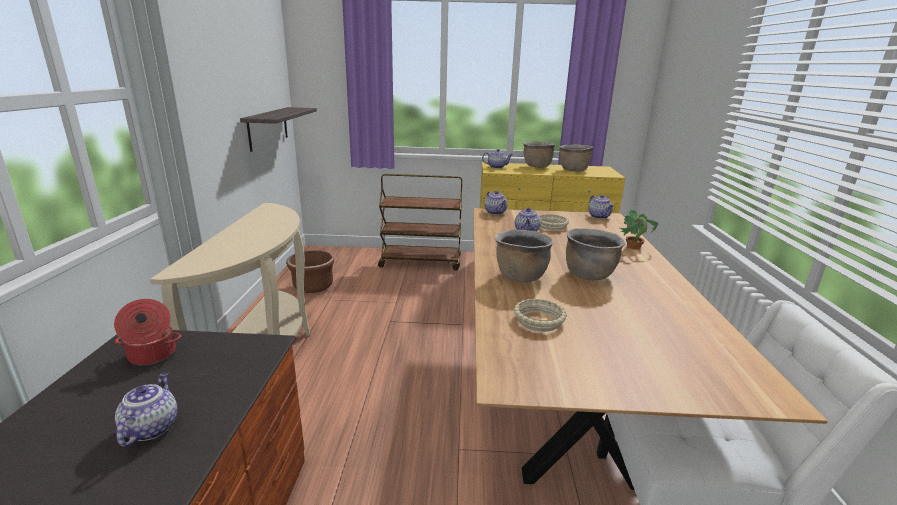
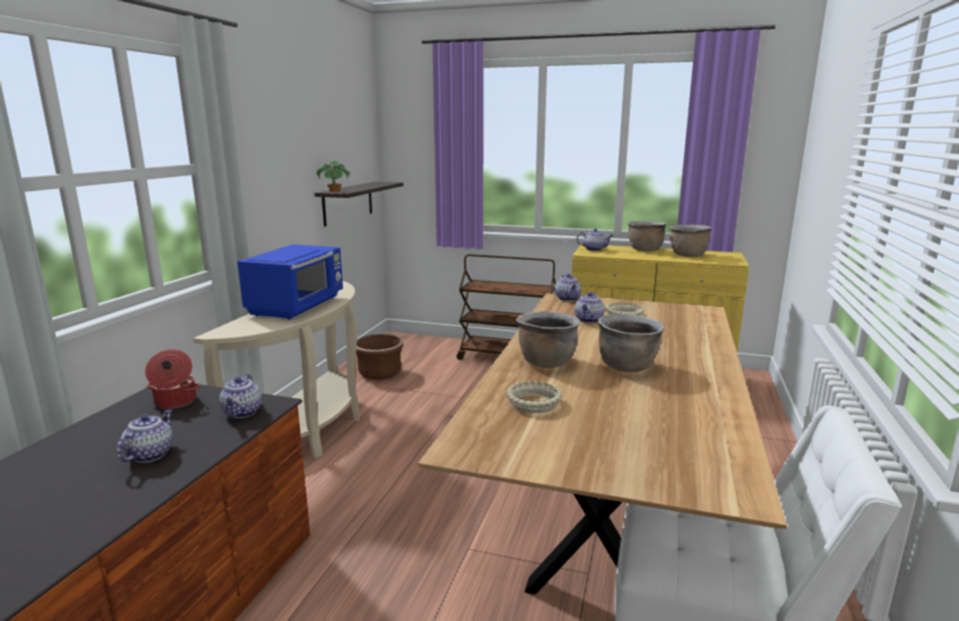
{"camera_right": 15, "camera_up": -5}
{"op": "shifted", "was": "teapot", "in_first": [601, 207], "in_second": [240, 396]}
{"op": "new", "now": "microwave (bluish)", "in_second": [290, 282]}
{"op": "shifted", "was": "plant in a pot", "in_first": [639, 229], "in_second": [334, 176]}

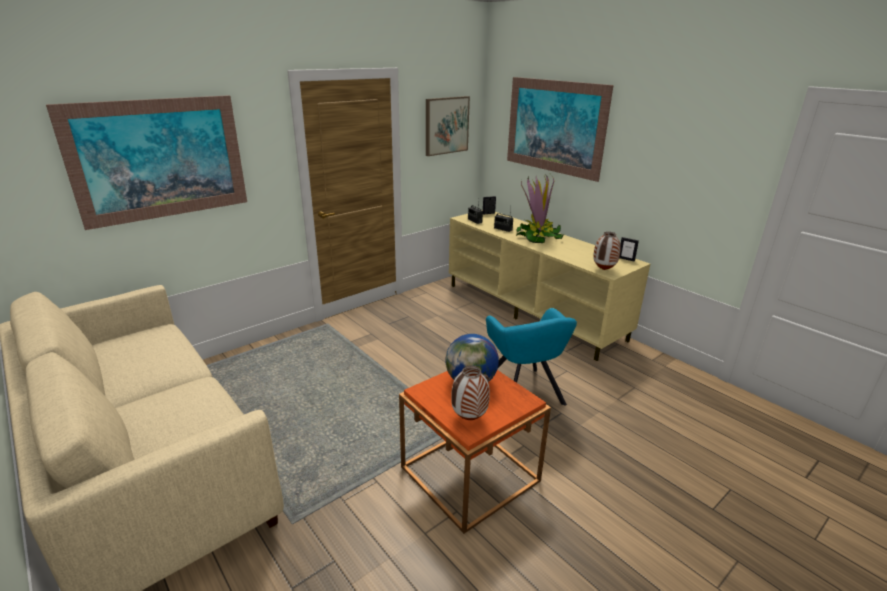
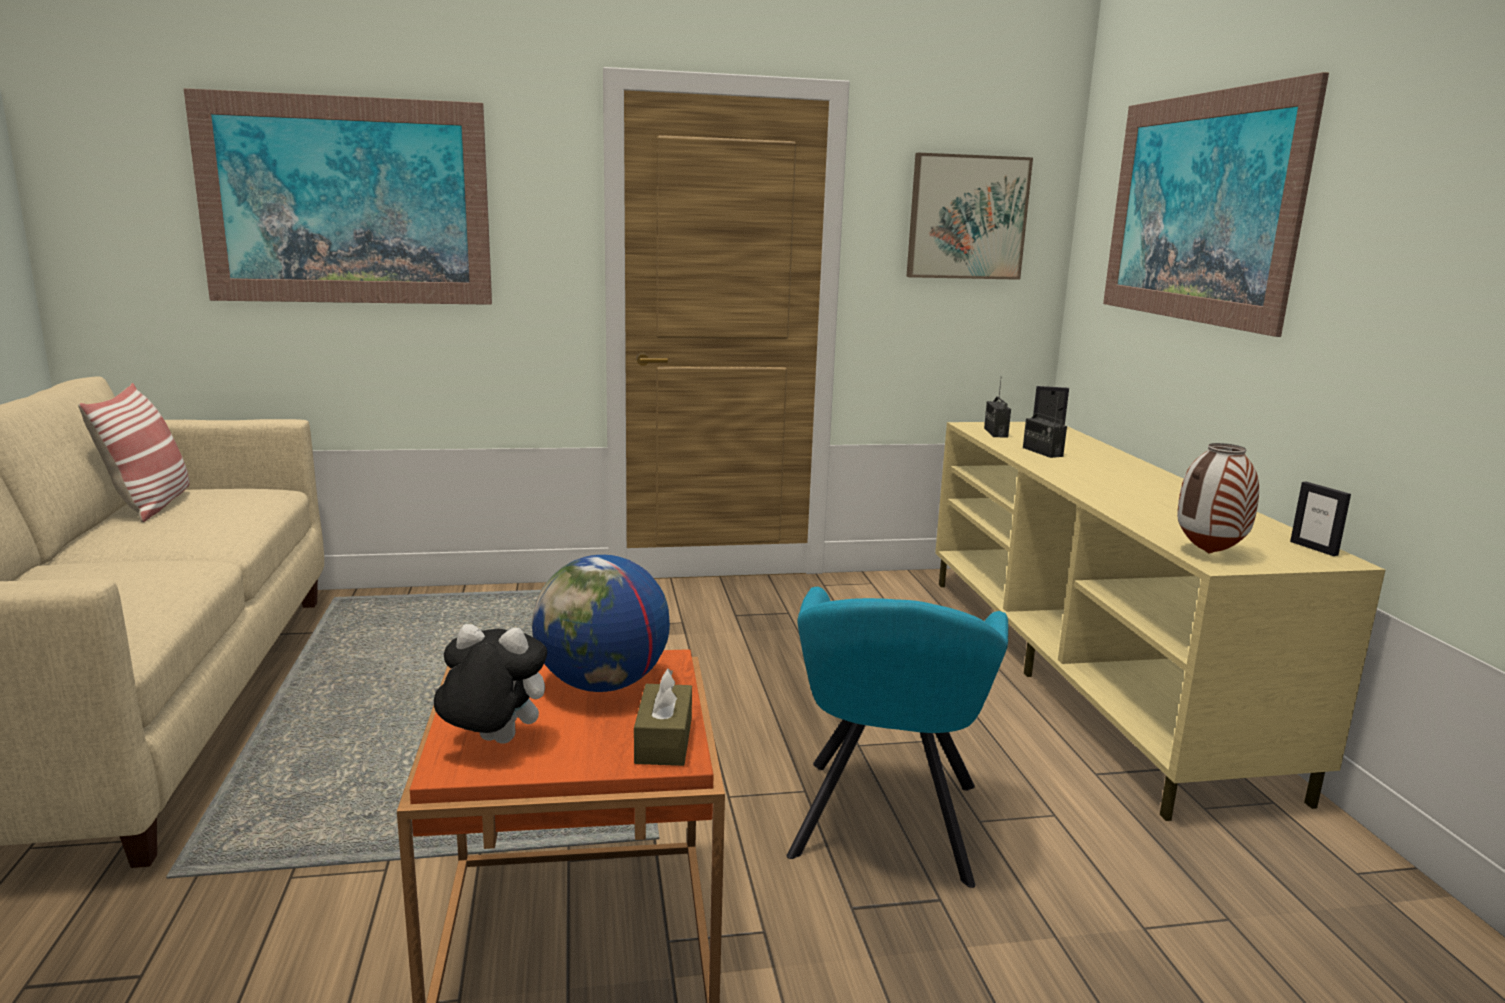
{"camera_right": 30, "camera_up": -10}
{"op": "new", "now": "pillow", "in_second": [133, 452]}
{"op": "swapped", "was": "flower vase", "now": "plush toy", "in_first": [470, 392], "in_second": [490, 684]}
{"op": "new", "now": "tissue box (brownish)", "in_second": [663, 717]}
{"op": "gone", "was": "plant in a pot", "in_first": [540, 208]}

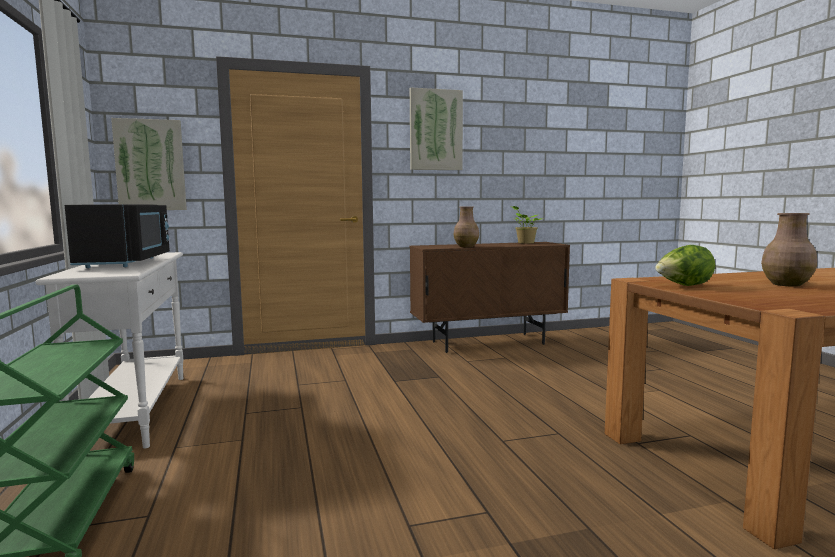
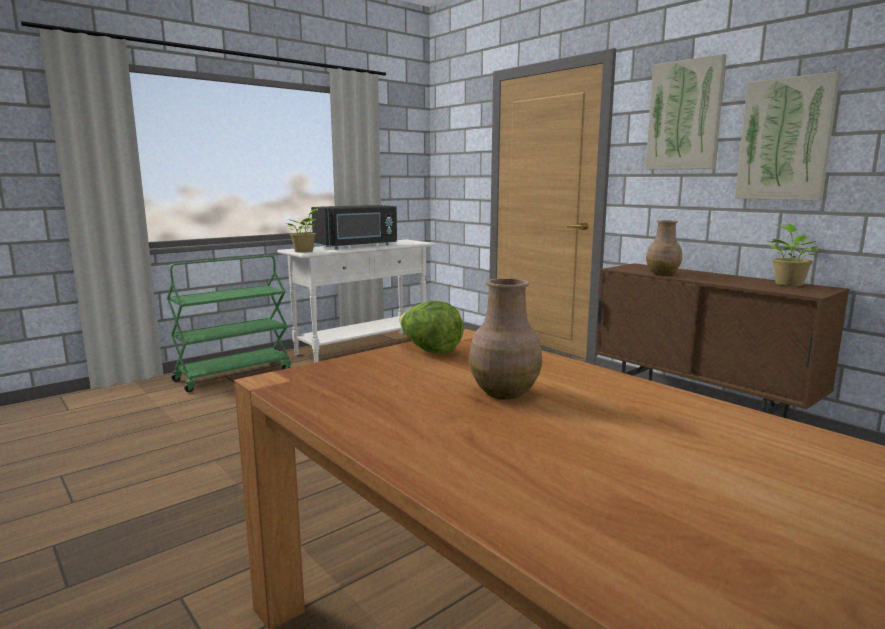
{"camera_right": 65, "camera_up": 5}
{"op": "new", "now": "plant in a pot", "in_second": [302, 231]}
{"op": "shifted", "was": "wall picture", "in_first": [149, 164], "in_second": [787, 136]}

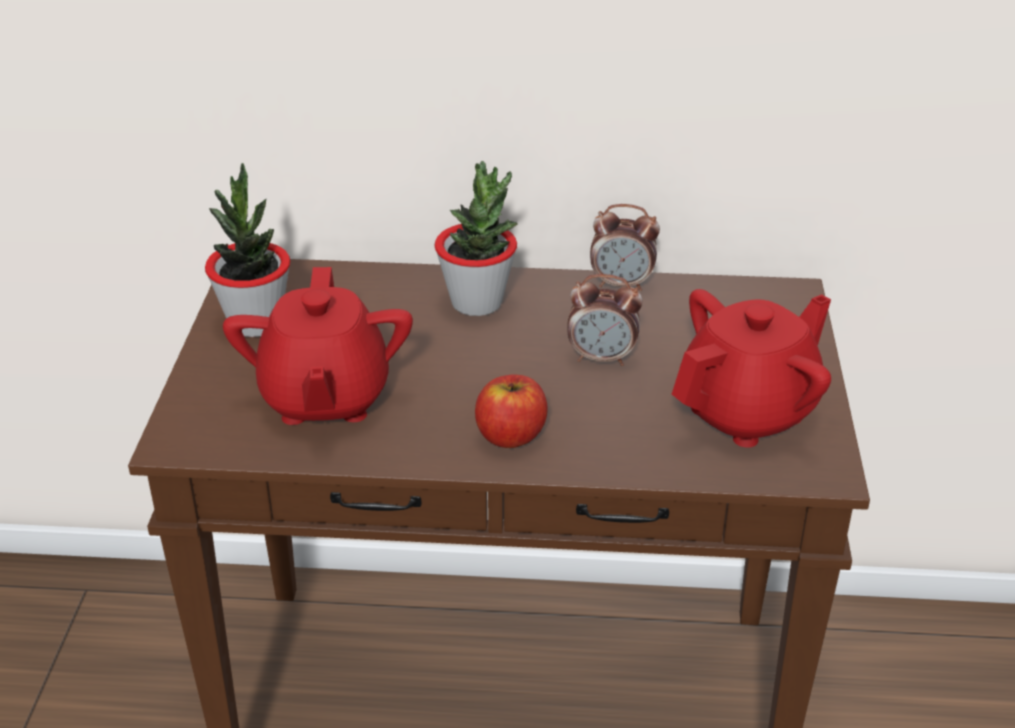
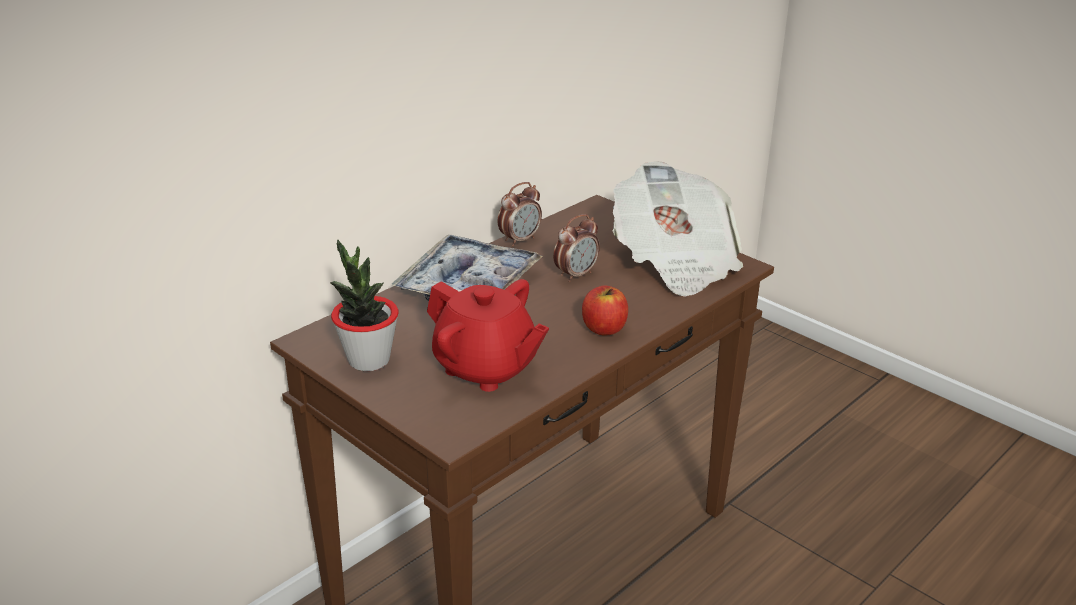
{"camera_right": -50, "camera_up": -5}
{"op": "swapped", "was": "plant in a pot", "now": "tray", "in_first": [476, 238], "in_second": [467, 268]}
{"op": "swapped", "was": "teapot (red)", "now": "printed paper", "in_first": [751, 368], "in_second": [678, 229]}

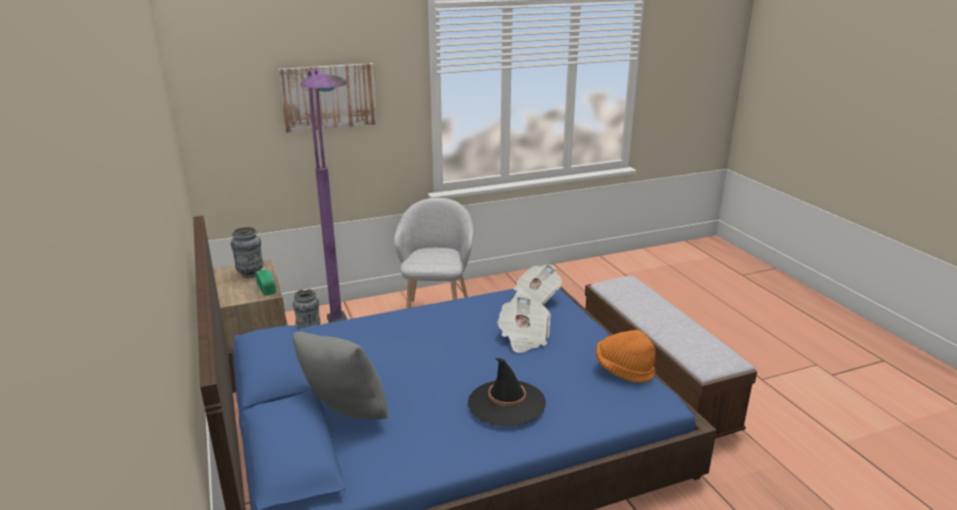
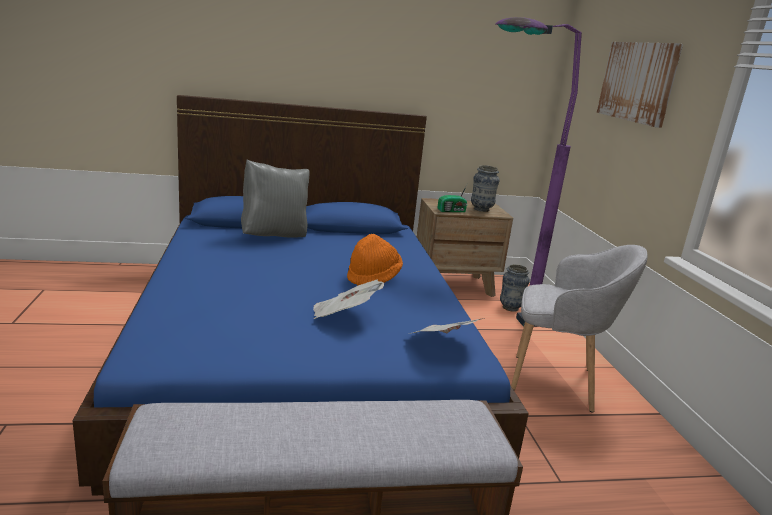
{"camera_right": 100, "camera_up": -5}
{"op": "shifted", "was": "wearable hat (orangey)", "in_first": [626, 356], "in_second": [375, 259]}
{"op": "gone", "was": "wearable hat (black-coloured)", "in_first": [507, 391]}

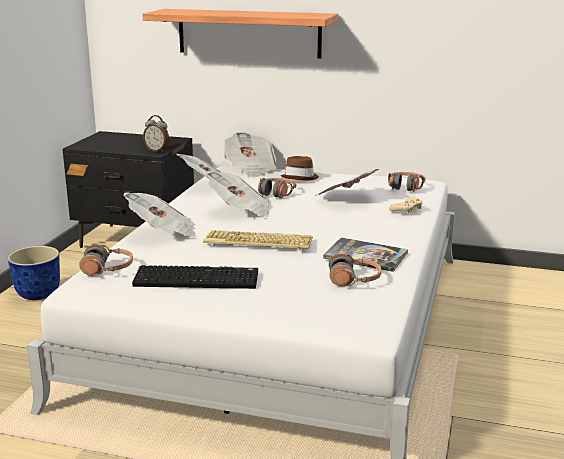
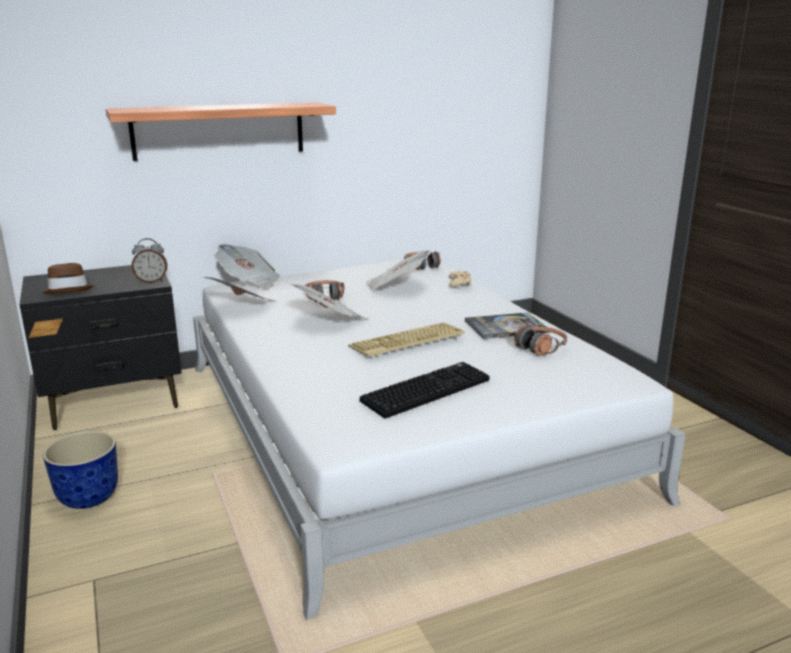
{"camera_right": -40, "camera_up": 0}
{"op": "shifted", "was": "wearable hat (brownish)", "in_first": [299, 168], "in_second": [68, 278]}
{"op": "gone", "was": "headset", "in_first": [106, 260]}
{"op": "gone", "was": "printed paper", "in_first": [159, 214]}

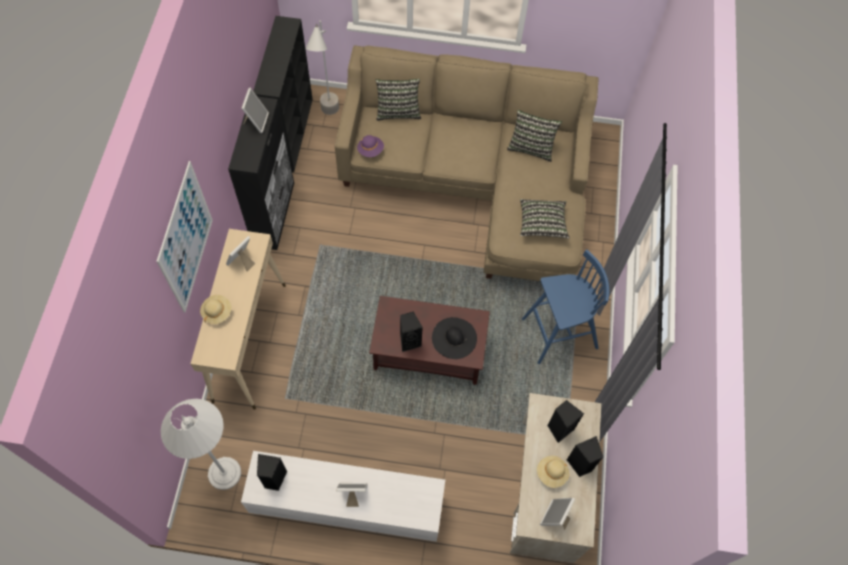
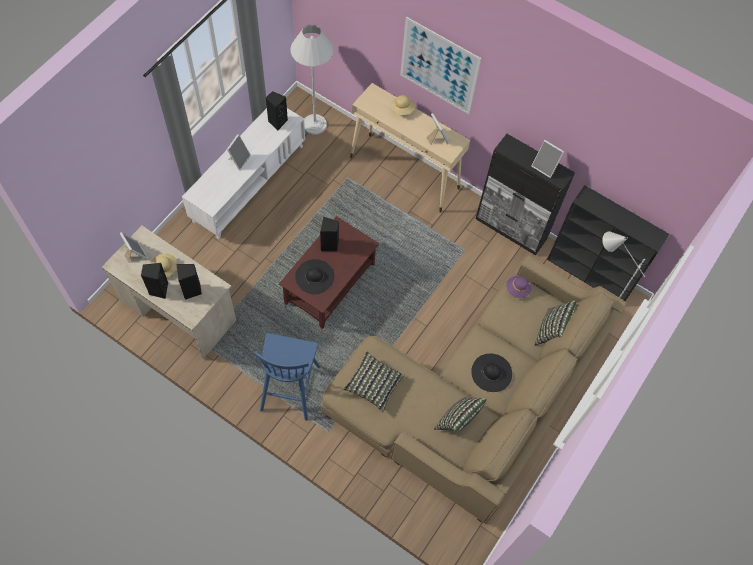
{"camera_right": 115, "camera_up": 0}
{"op": "new", "now": "wearable hat (black-coloured)", "in_second": [491, 373]}

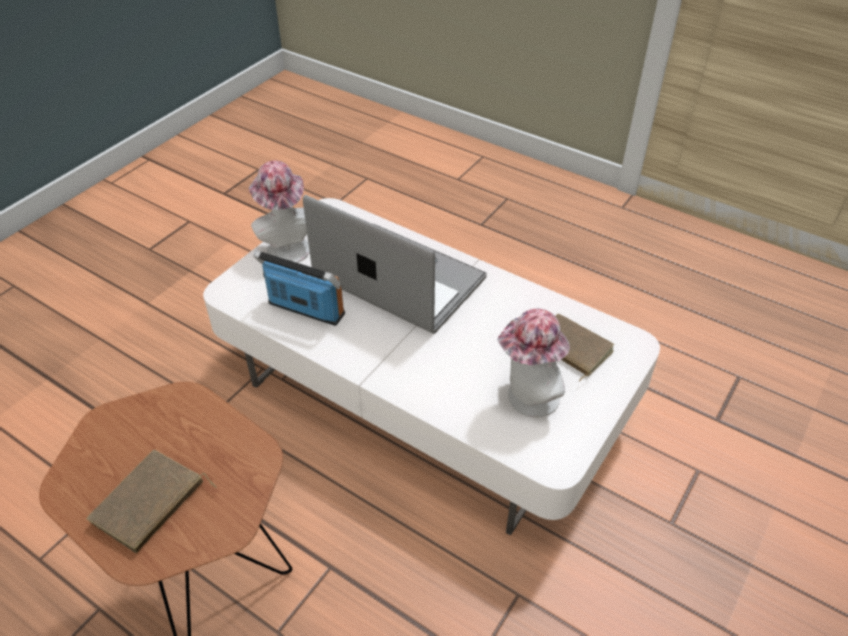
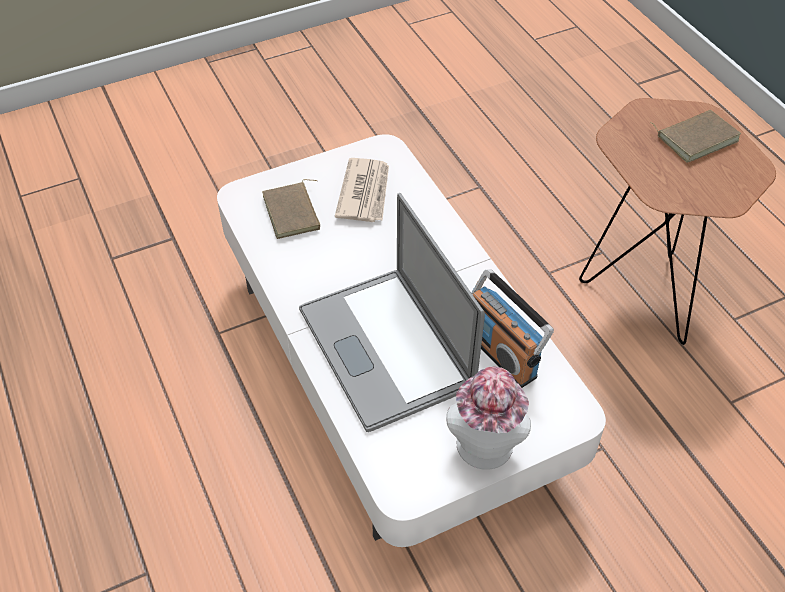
{"camera_right": -150, "camera_up": 5}
{"op": "swapped", "was": "wearable hat", "now": "printed paper", "in_first": [533, 363], "in_second": [362, 190]}

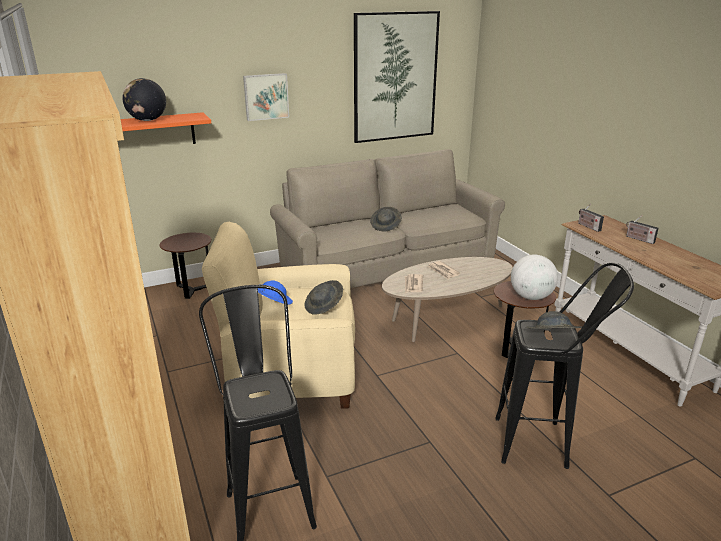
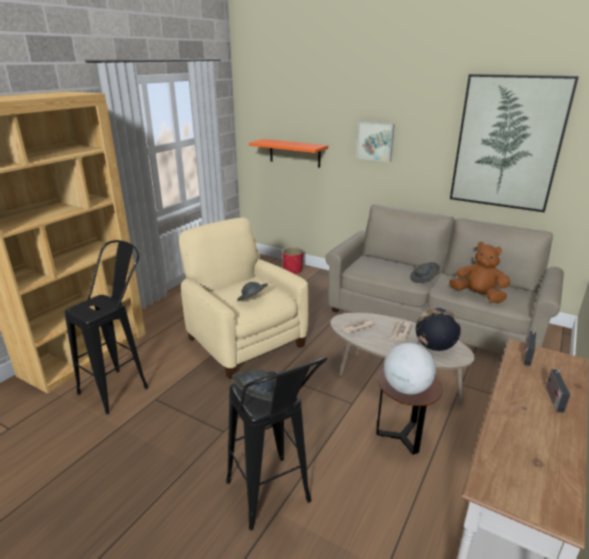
{"camera_right": 55, "camera_up": 0}
{"op": "swapped", "was": "side table (brownish)", "now": "flower pot (red)", "in_first": [185, 266], "in_second": [292, 261]}
{"op": "shifted", "was": "globe", "in_first": [144, 99], "in_second": [438, 329]}
{"op": "new", "now": "plush toy (brownish)", "in_second": [479, 272]}
{"op": "gone", "was": "wearable hat (bluish)", "in_first": [275, 292]}

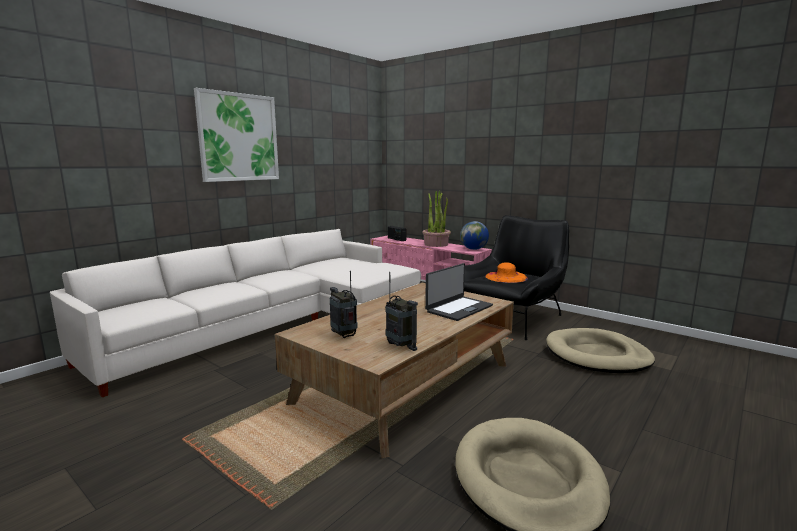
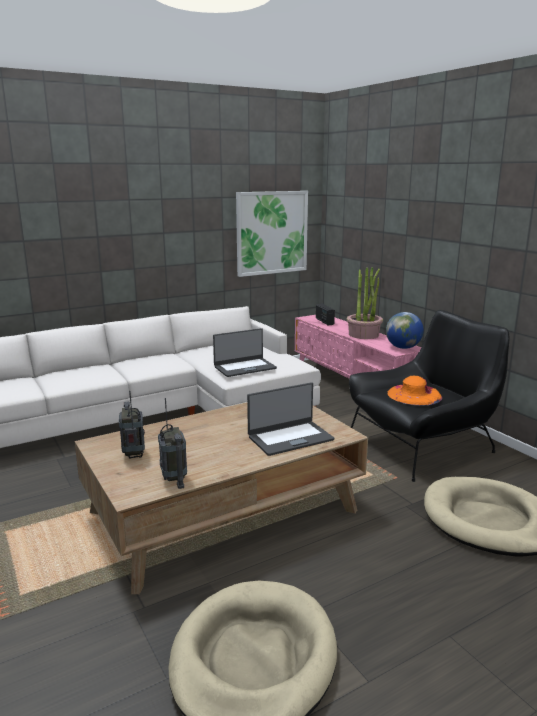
{"camera_right": 20, "camera_up": 5}
{"op": "new", "now": "notebook computer", "in_second": [245, 352]}
{"op": "shifted", "was": "wall picture", "in_first": [236, 135], "in_second": [272, 234]}

